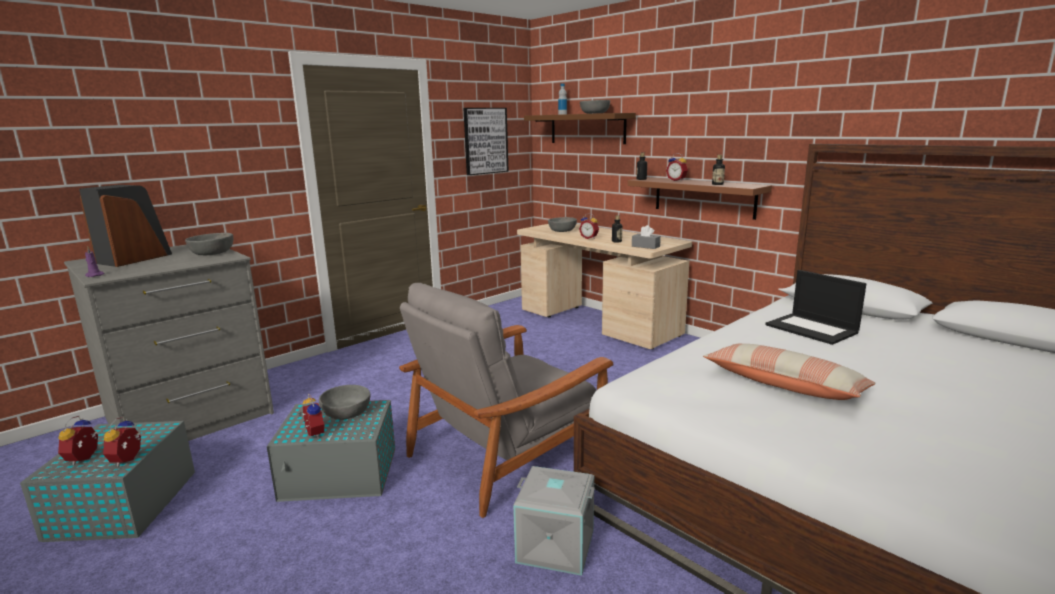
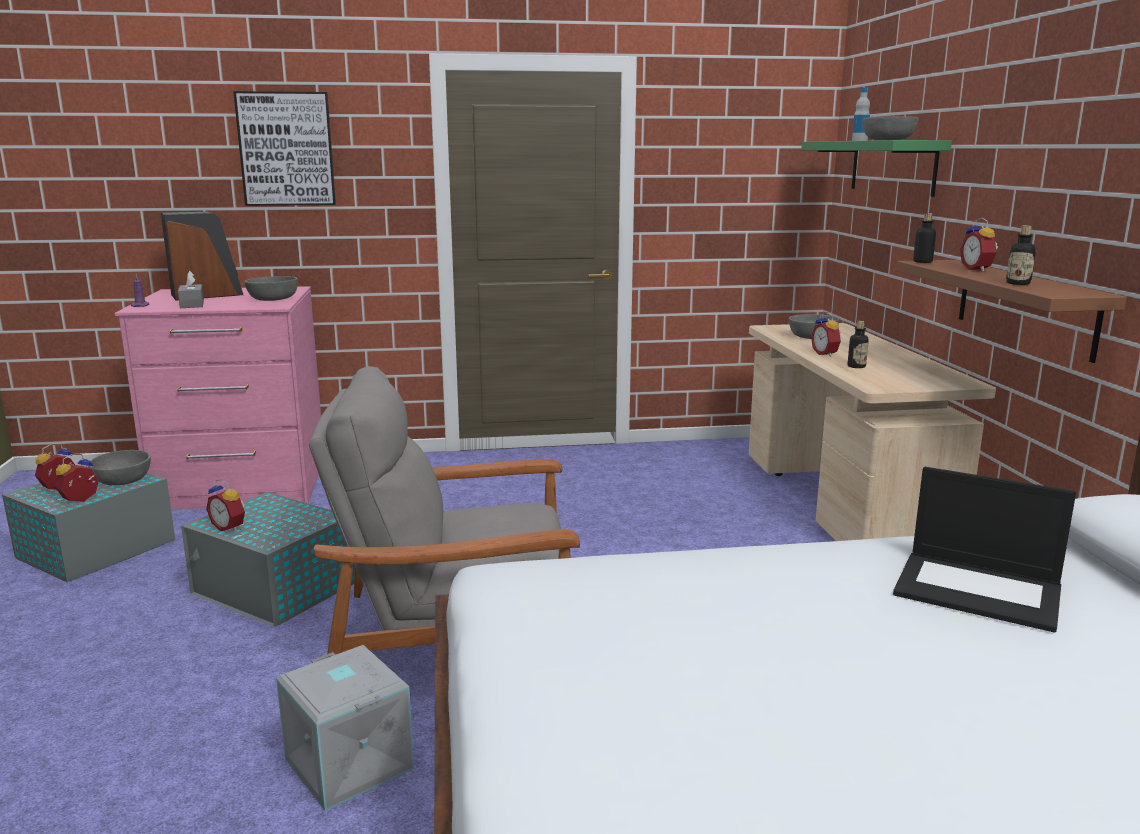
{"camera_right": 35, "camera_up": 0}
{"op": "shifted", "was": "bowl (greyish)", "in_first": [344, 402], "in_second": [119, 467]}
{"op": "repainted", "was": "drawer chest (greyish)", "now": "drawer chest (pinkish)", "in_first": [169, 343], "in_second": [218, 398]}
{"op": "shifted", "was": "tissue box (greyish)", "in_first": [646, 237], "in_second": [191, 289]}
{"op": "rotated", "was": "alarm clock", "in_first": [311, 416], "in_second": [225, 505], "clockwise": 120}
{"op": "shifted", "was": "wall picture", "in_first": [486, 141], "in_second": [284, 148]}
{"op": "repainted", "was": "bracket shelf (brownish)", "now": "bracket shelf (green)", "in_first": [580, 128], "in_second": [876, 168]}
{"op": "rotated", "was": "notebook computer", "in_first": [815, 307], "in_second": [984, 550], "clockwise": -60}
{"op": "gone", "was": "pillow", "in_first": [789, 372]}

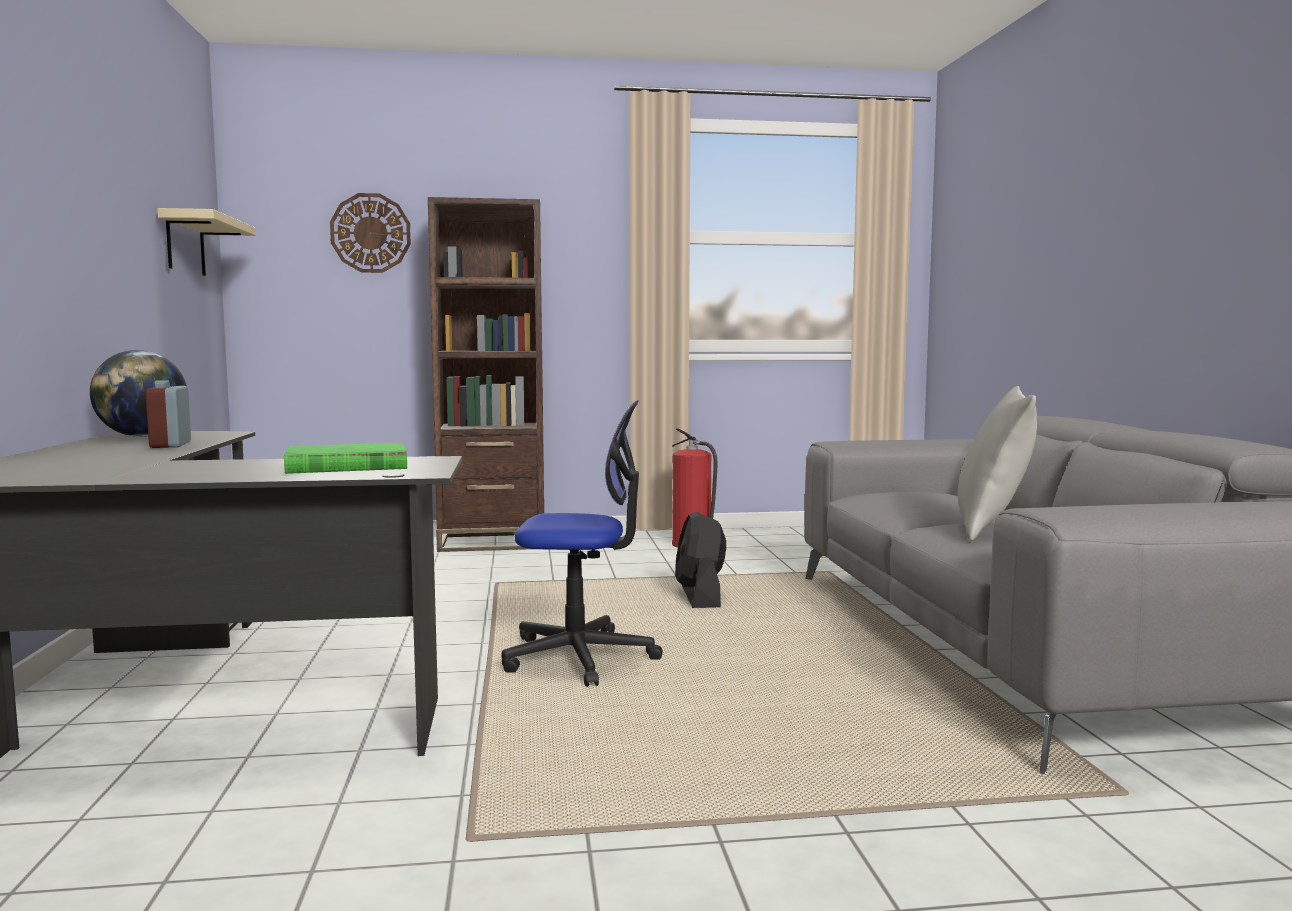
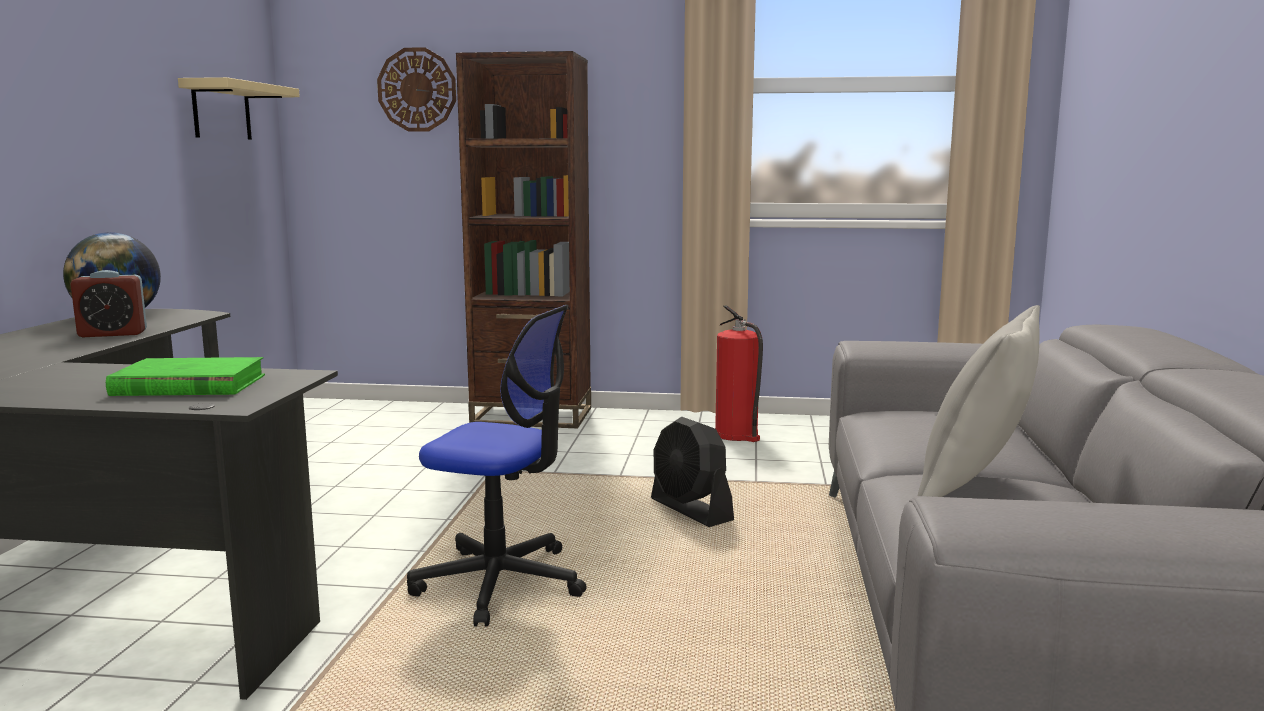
{"camera_right": 15, "camera_up": 5}
{"op": "rotated", "was": "alarm clock", "in_first": [168, 414], "in_second": [108, 303], "clockwise": -105}
{"op": "rotated", "was": "cooling fan (black-coloured)", "in_first": [700, 560], "in_second": [692, 472], "clockwise": -45}

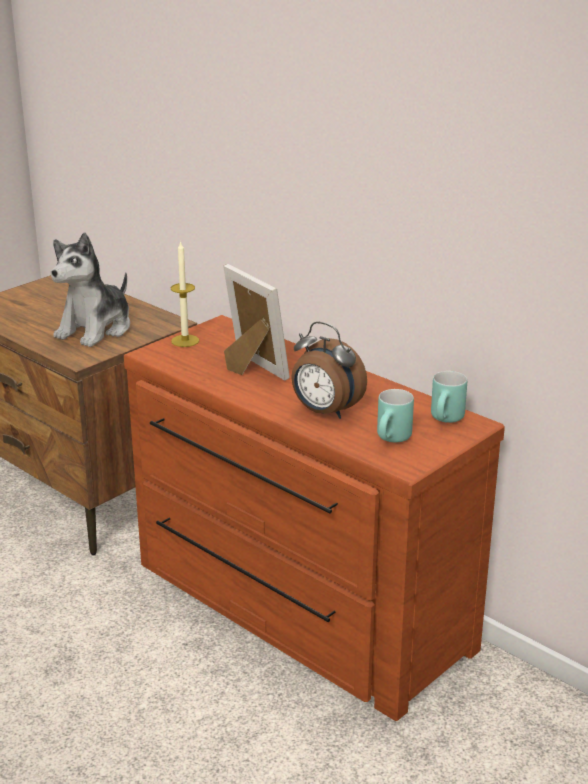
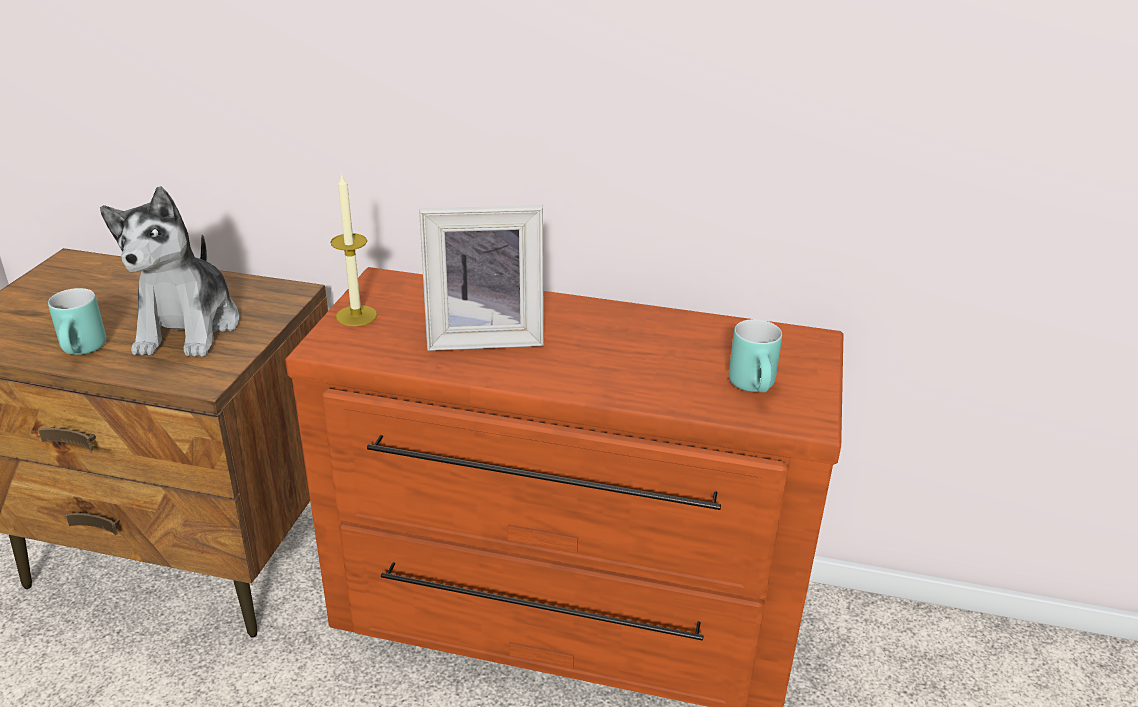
{"camera_right": -30, "camera_up": 5}
{"op": "shifted", "was": "coffee mug (turquoise)", "in_first": [449, 397], "in_second": [77, 321]}
{"op": "rotated", "was": "picture frame", "in_first": [256, 322], "in_second": [481, 278], "clockwise": 150}
{"op": "gone", "was": "alarm clock", "in_first": [329, 370]}

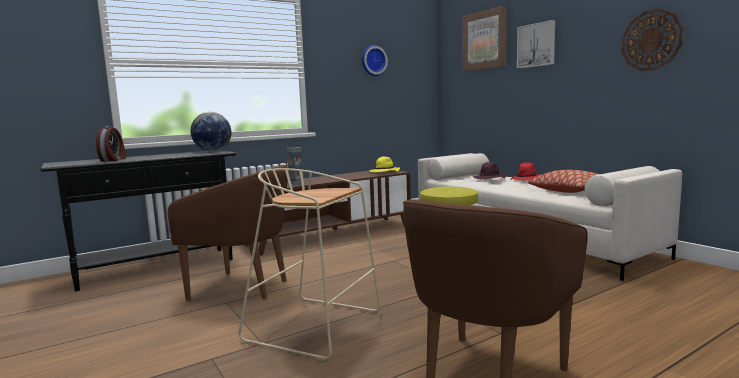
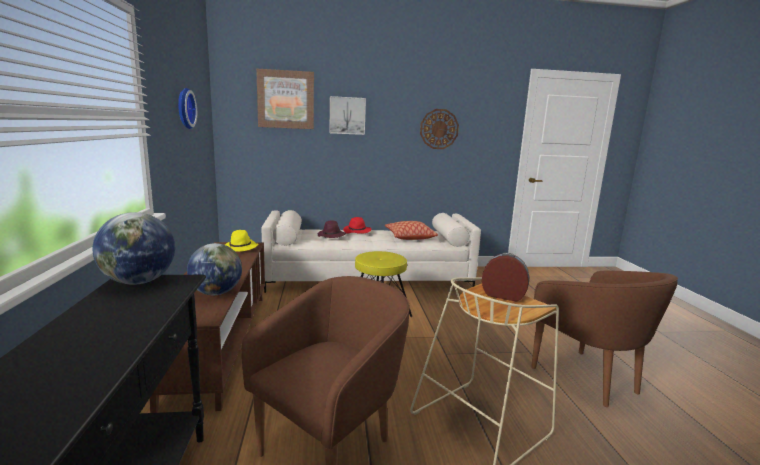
{"camera_right": -65, "camera_up": 5}
{"op": "swapped", "was": "flower vase", "now": "globe", "in_first": [295, 166], "in_second": [214, 269]}
{"op": "shifted", "was": "alarm clock", "in_first": [111, 144], "in_second": [506, 277]}

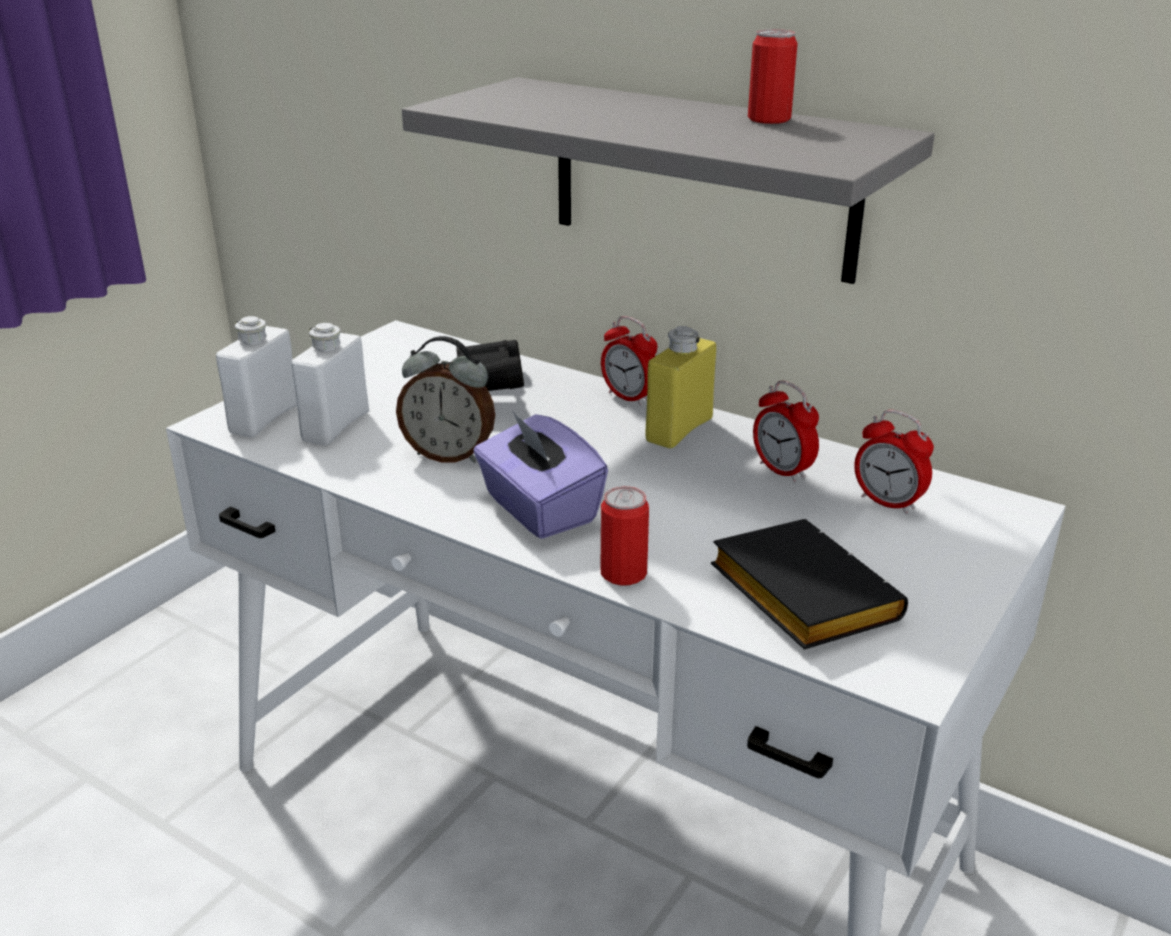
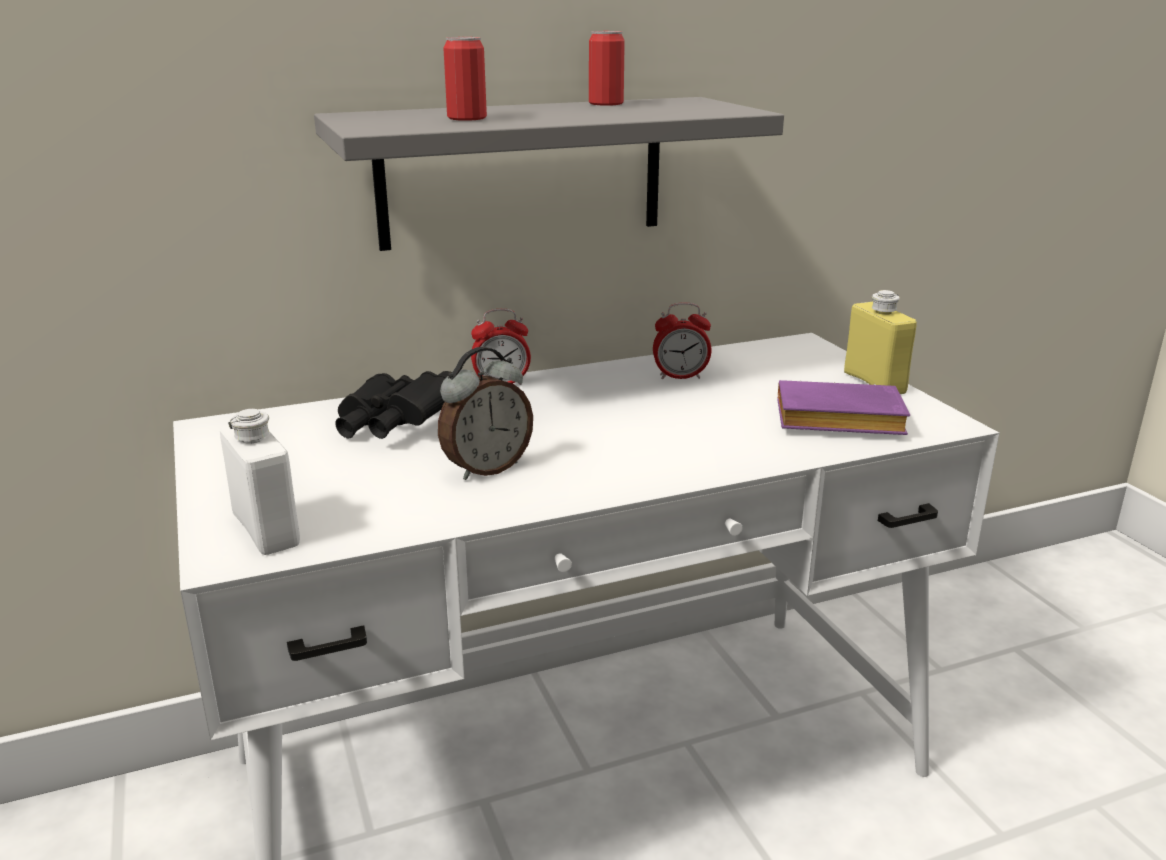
{"camera_right": -55, "camera_up": -5}
{"op": "shifted", "was": "metal can", "in_first": [624, 536], "in_second": [465, 79]}
{"op": "repainted", "was": "bound book (black-coloured)", "now": "bound book (purple)", "in_first": [809, 584], "in_second": [843, 407]}
{"op": "shifted", "was": "beverage bottle (yellow)", "in_first": [681, 387], "in_second": [880, 342]}
{"op": "gone", "was": "beverage bottle (whitish)", "in_first": [330, 384]}
{"op": "gone", "was": "tissue box (purple)", "in_first": [540, 474]}
{"op": "gone", "was": "alarm clock", "in_first": [894, 462]}

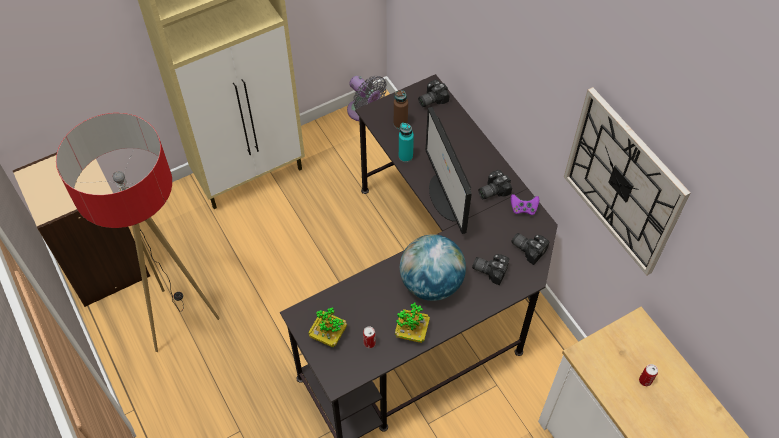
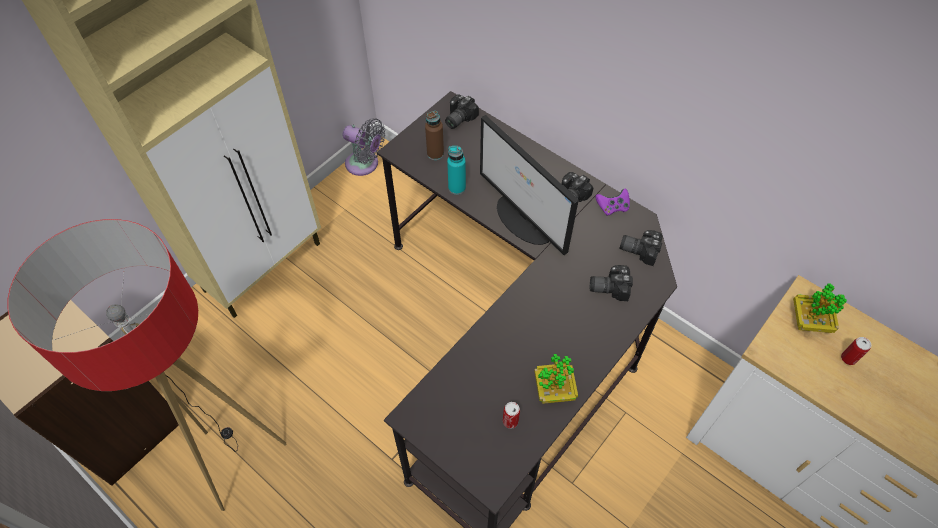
{"camera_right": -20, "camera_up": 0}
{"op": "shifted", "was": "plant in a pot", "in_first": [327, 327], "in_second": [820, 308]}
{"op": "gone", "was": "globe", "in_first": [433, 267]}
{"op": "gone", "was": "hanging clock", "in_first": [627, 181]}

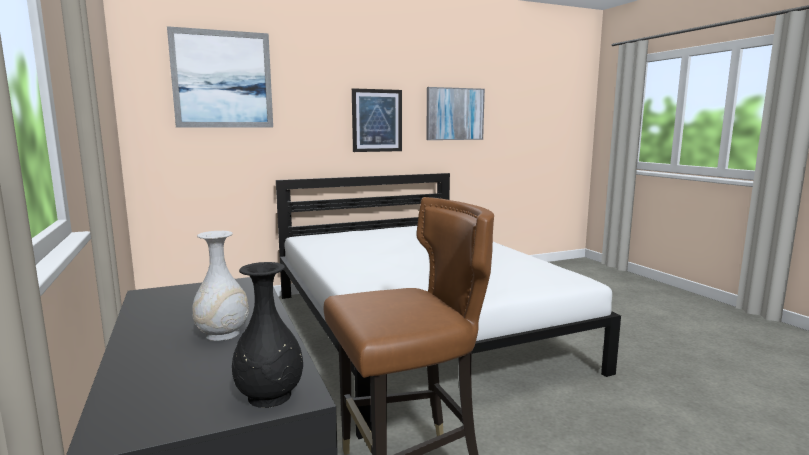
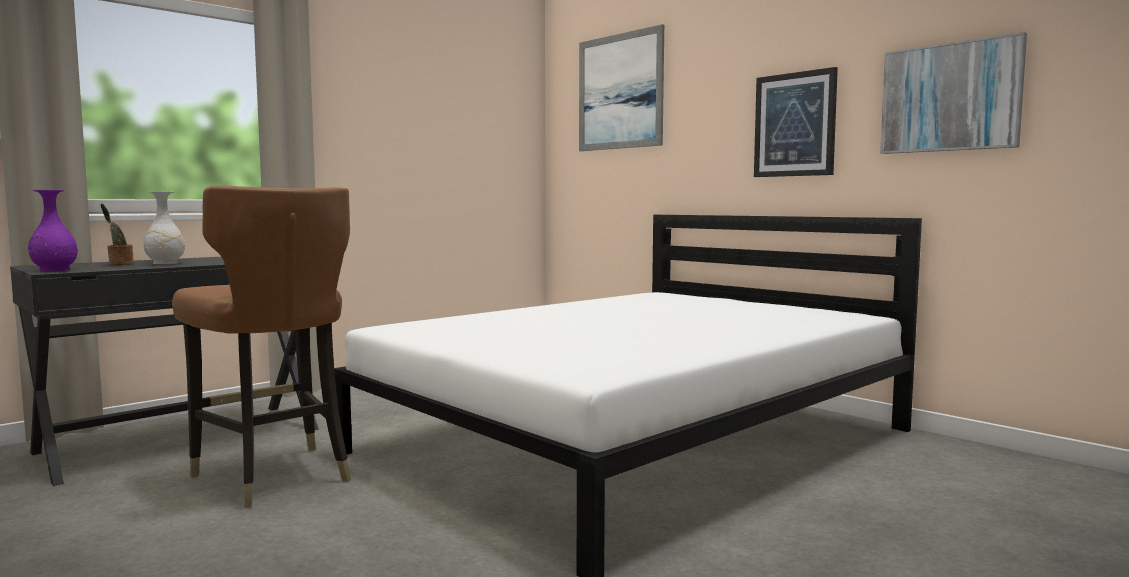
{"camera_right": 70, "camera_up": -5}
{"op": "repainted", "was": "flower vase (black-coloured)", "now": "flower vase (purple)", "in_first": [267, 335], "in_second": [53, 231]}
{"op": "new", "now": "plant in a pot", "in_second": [117, 234]}

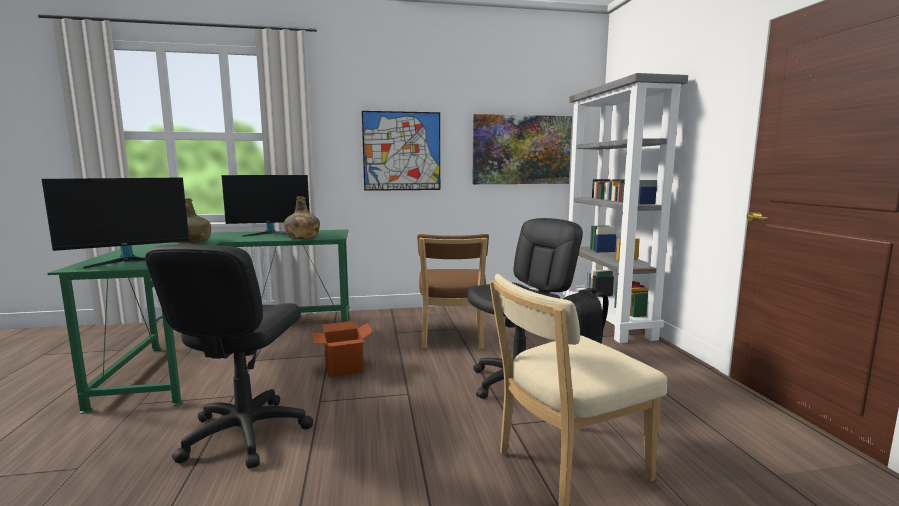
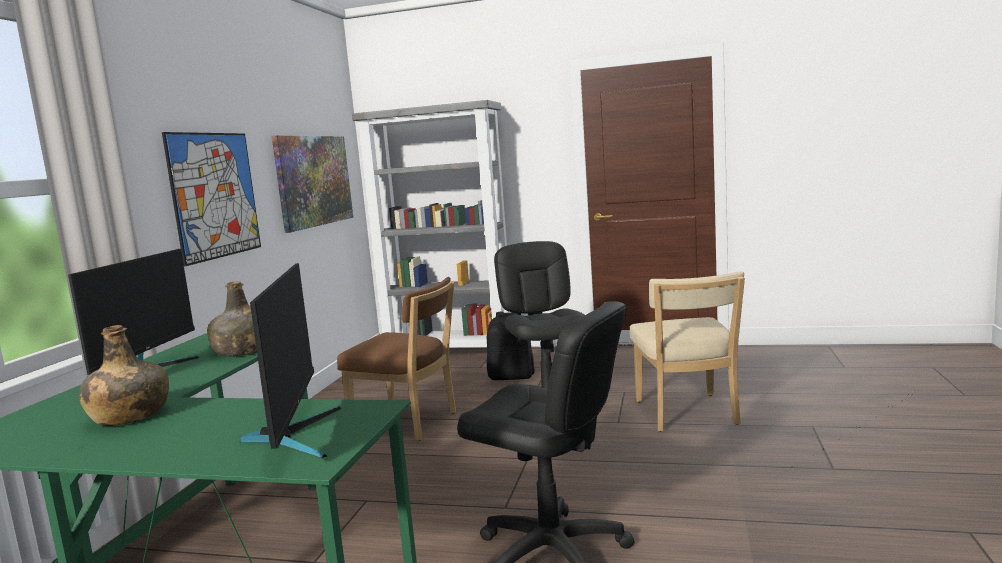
{"camera_right": -65, "camera_up": 0}
{"op": "gone", "was": "cardboard box", "in_first": [342, 349]}

